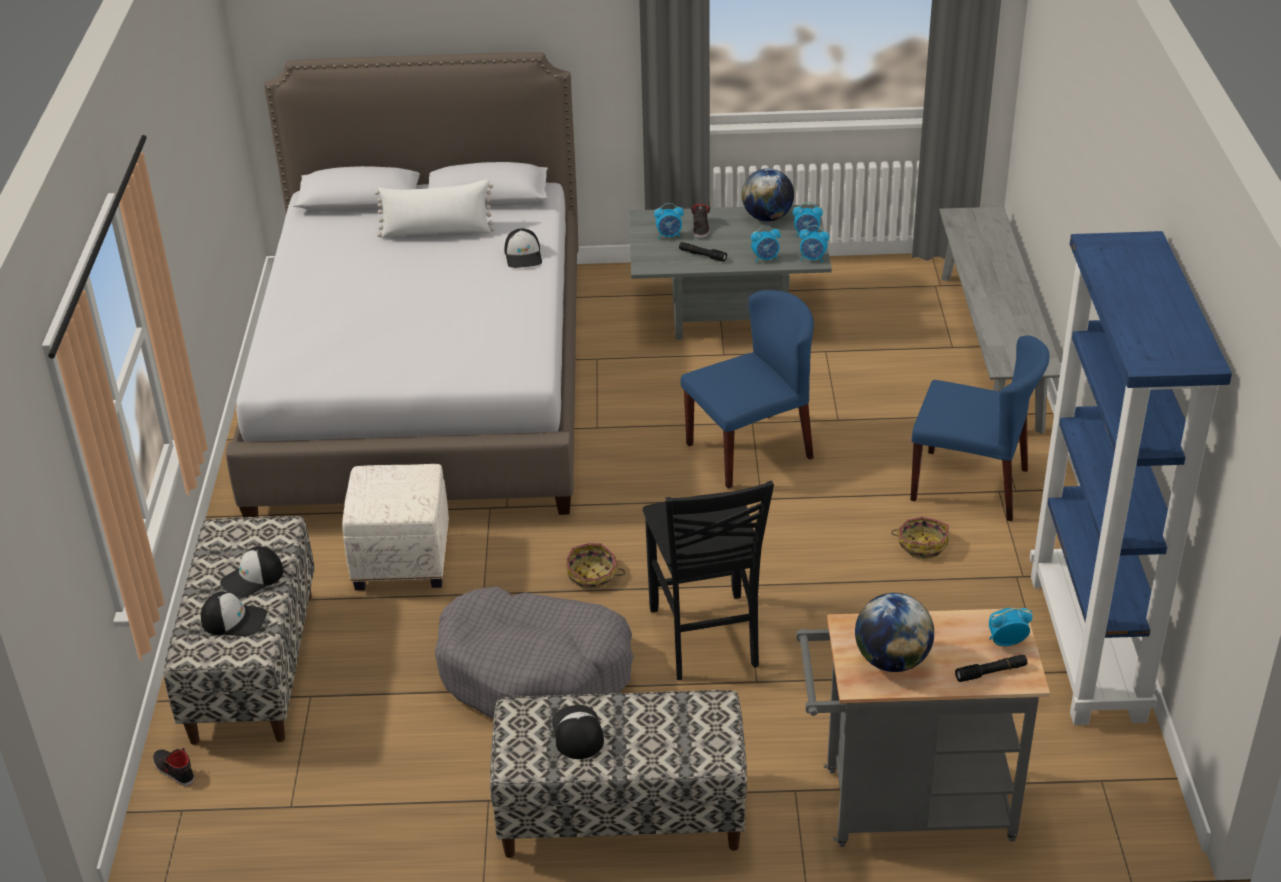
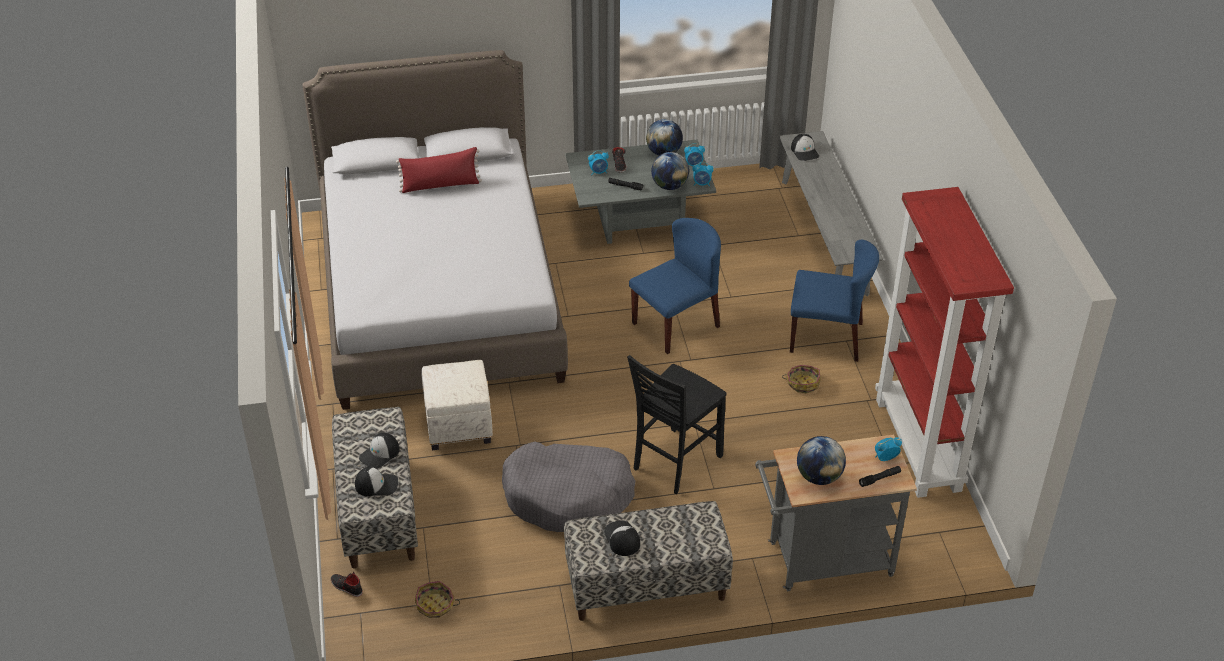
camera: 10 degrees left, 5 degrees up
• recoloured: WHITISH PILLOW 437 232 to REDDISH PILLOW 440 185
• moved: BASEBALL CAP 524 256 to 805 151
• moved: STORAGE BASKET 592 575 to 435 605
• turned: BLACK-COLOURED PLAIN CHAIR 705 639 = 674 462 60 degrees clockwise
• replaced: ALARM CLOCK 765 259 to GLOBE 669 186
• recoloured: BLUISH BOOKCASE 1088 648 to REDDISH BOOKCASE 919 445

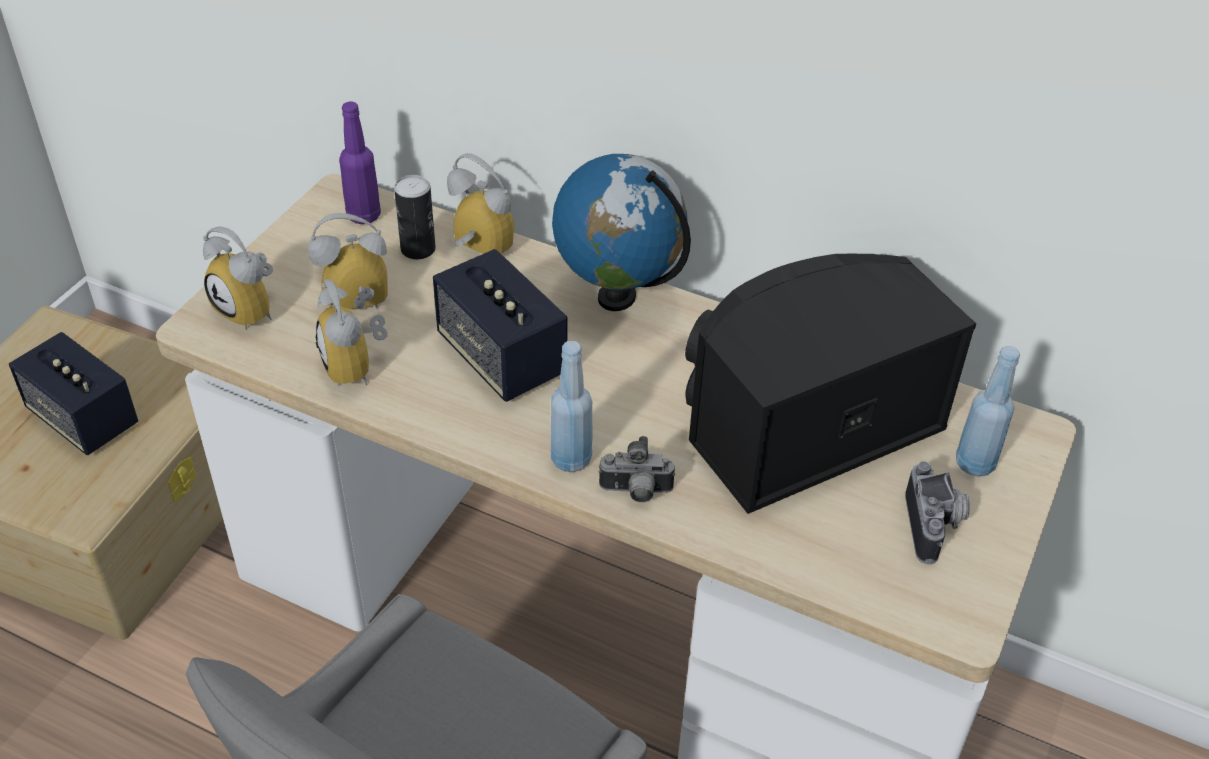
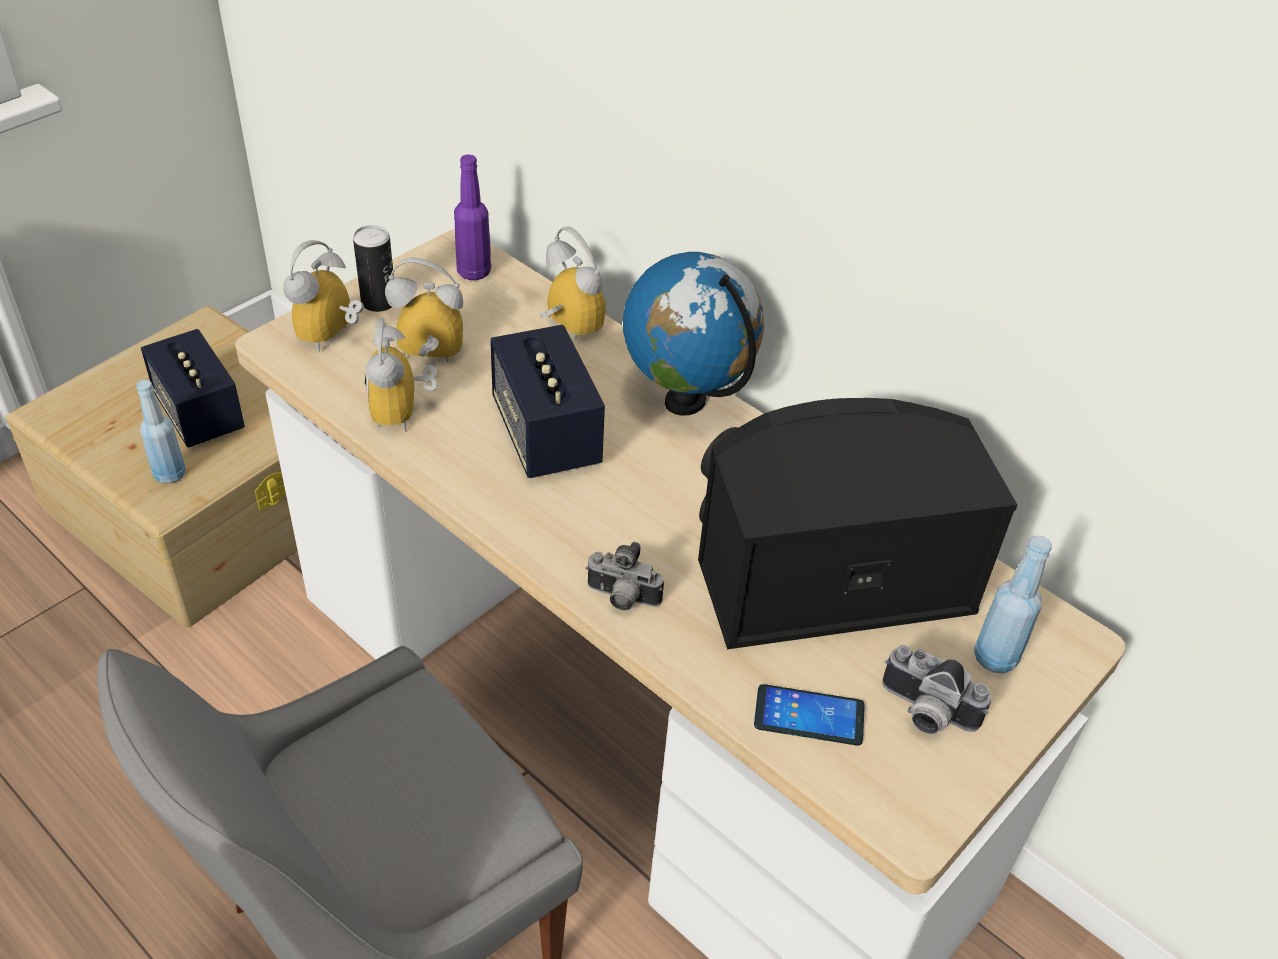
camera: 15 degrees right, 0 degrees up
• turned: ALARM CLOCK 252 309 = 332 337 60 degrees clockwise
• moved: SEALED CAN 418 249 to 378 302
• moved: BLUISH BOTTLE 571 459 to 170 474
• turned: PHOTO CAMERA 935 526 = 924 713 105 degrees clockwise
• added: PHONE 809 716

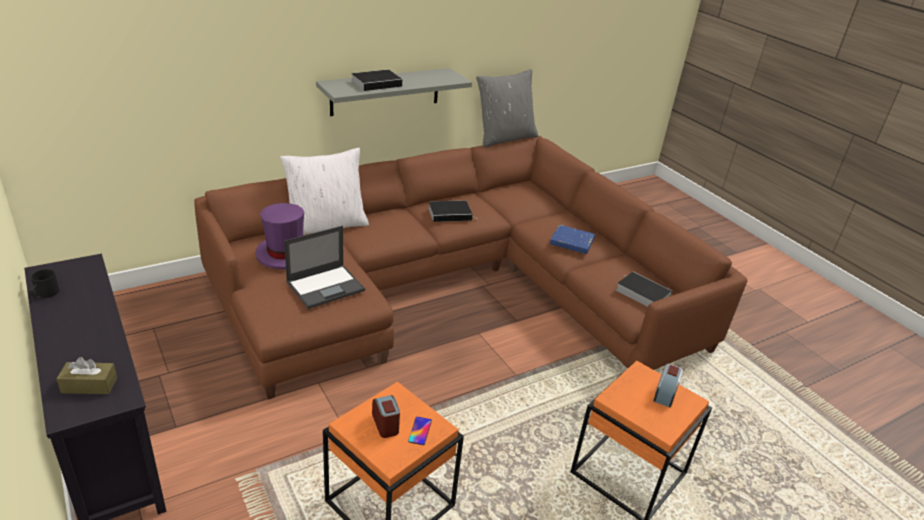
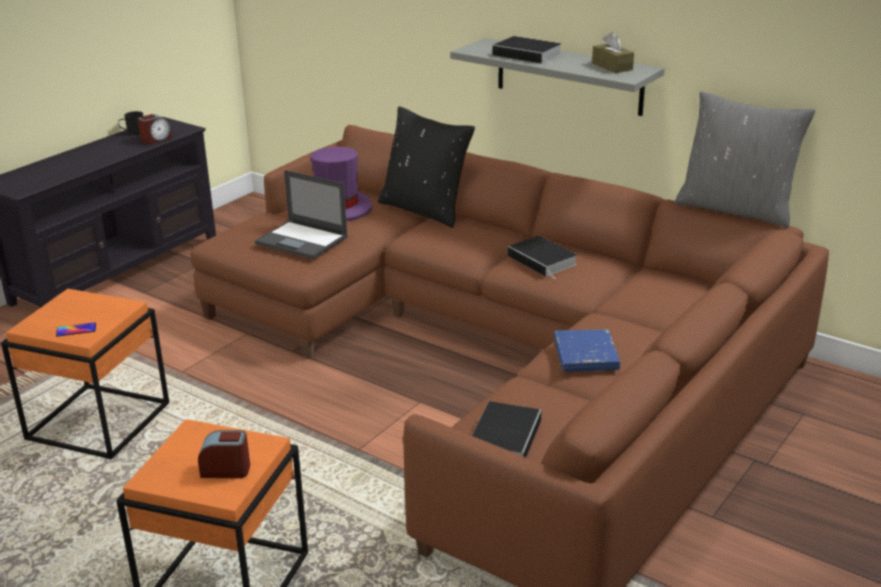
camera: 70 degrees right, 5 degrees down
• moved: BROWNISH TISSUE BOX 89 385 to 612 66
• recoloured: WHITISH PILLOW 326 225 to BLACK-COLOURED PILLOW 425 209
• moved: ALARM CLOCK 386 424 to 156 139

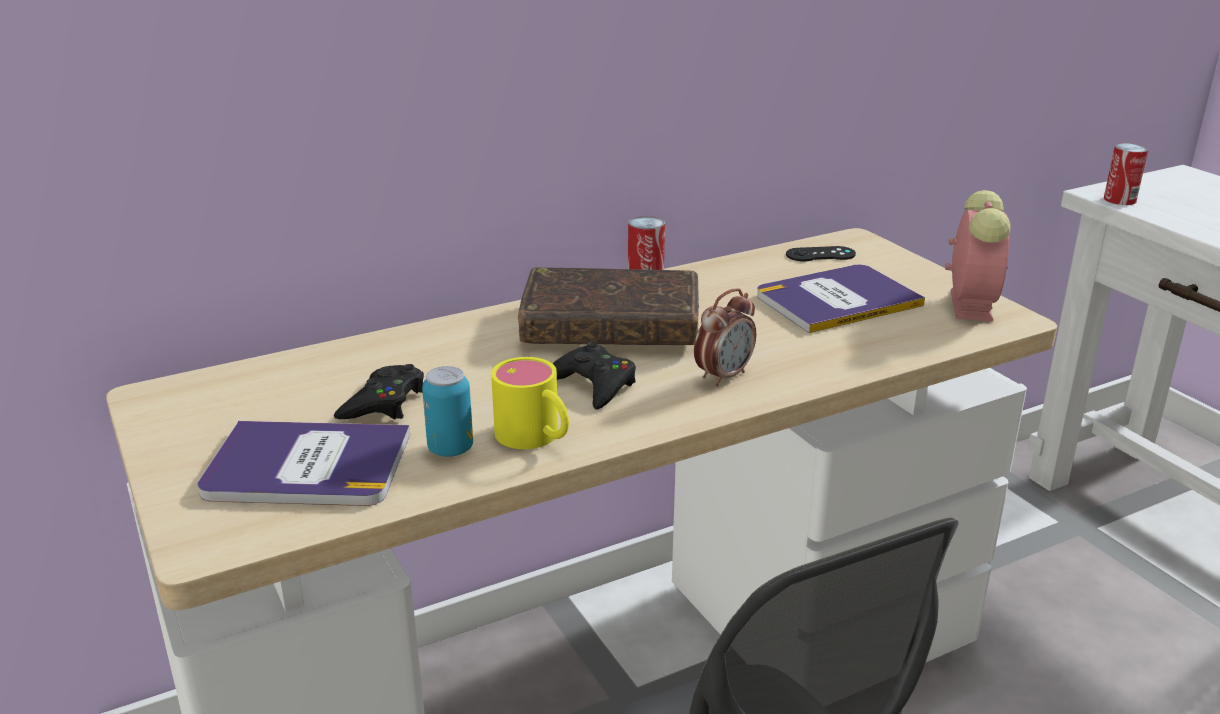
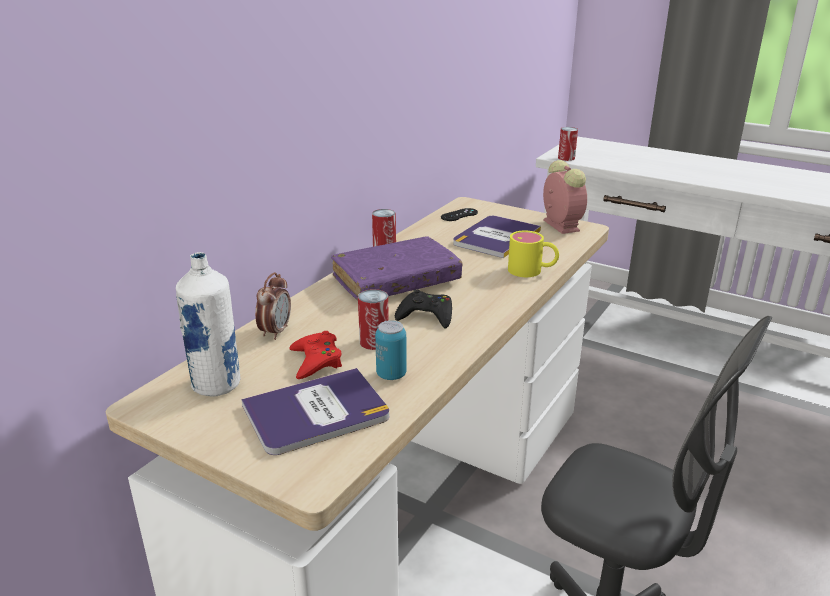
camera: 30 degrees left, 0 degrees up
• recoloured: BLACK-COLOURED JOYPAD 384 403 to REDDISH JOYPAD 316 361
• moved: YELLOWISH COFFEE MUG 536 438 to 532 271
• recoloured: BROWNISH VOLUME 611 327 to PURPLISH VOLUME 396 281
• moved: ALARM CLOCK 723 376 to 275 332
• added: WHITISH BOTTLE 217 385
• added: SEALED CAN 374 342

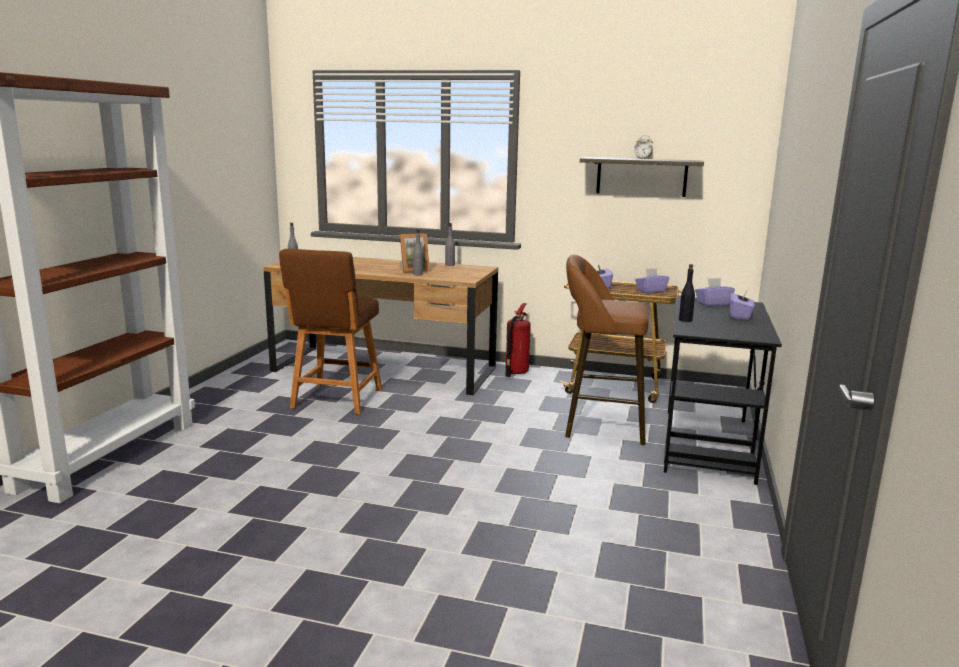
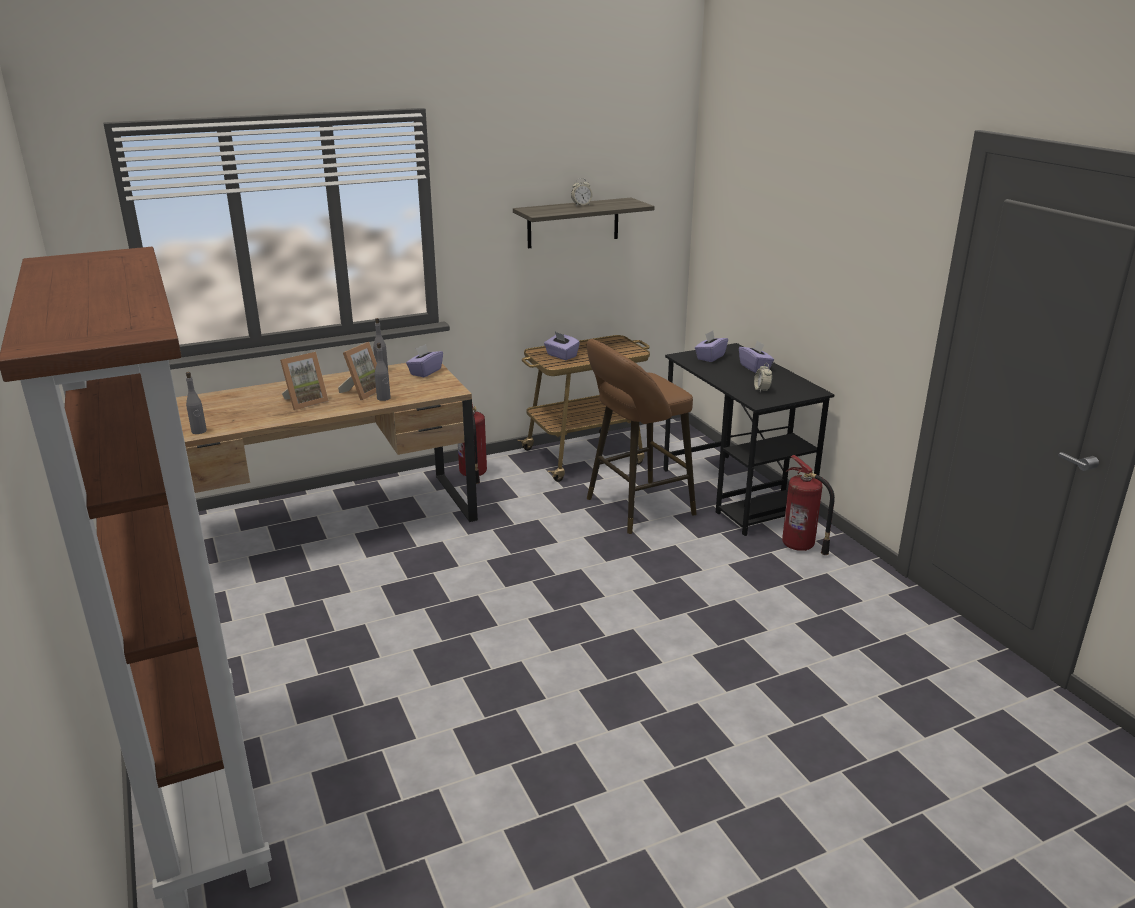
camera: 40 degrees left, 10 degrees up
• removed: BROWNISH STOOL SEAT 335 400
• moved: PURPLISH TISSUE BOX 650 291 to 425 372
• removed: BLACK-COLOURED BOTTLE 685 320
• added: PHOTO FRAME 305 402
• added: ALARM CLOCK 762 390
• added: FIRE-FIGHTING CYLINDER 800 546

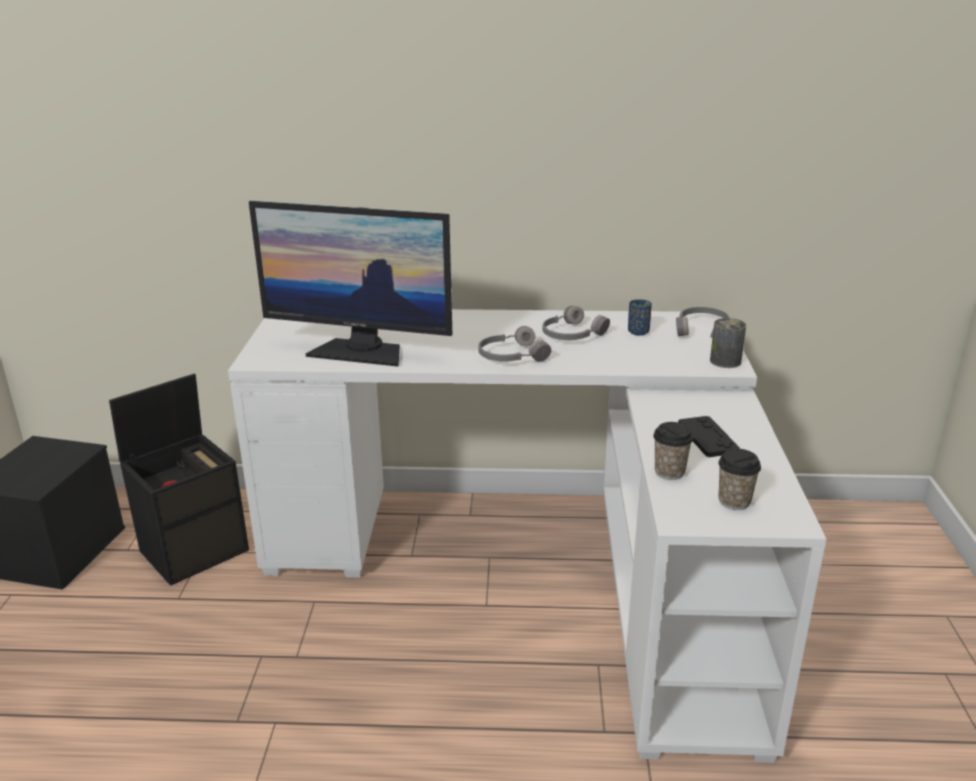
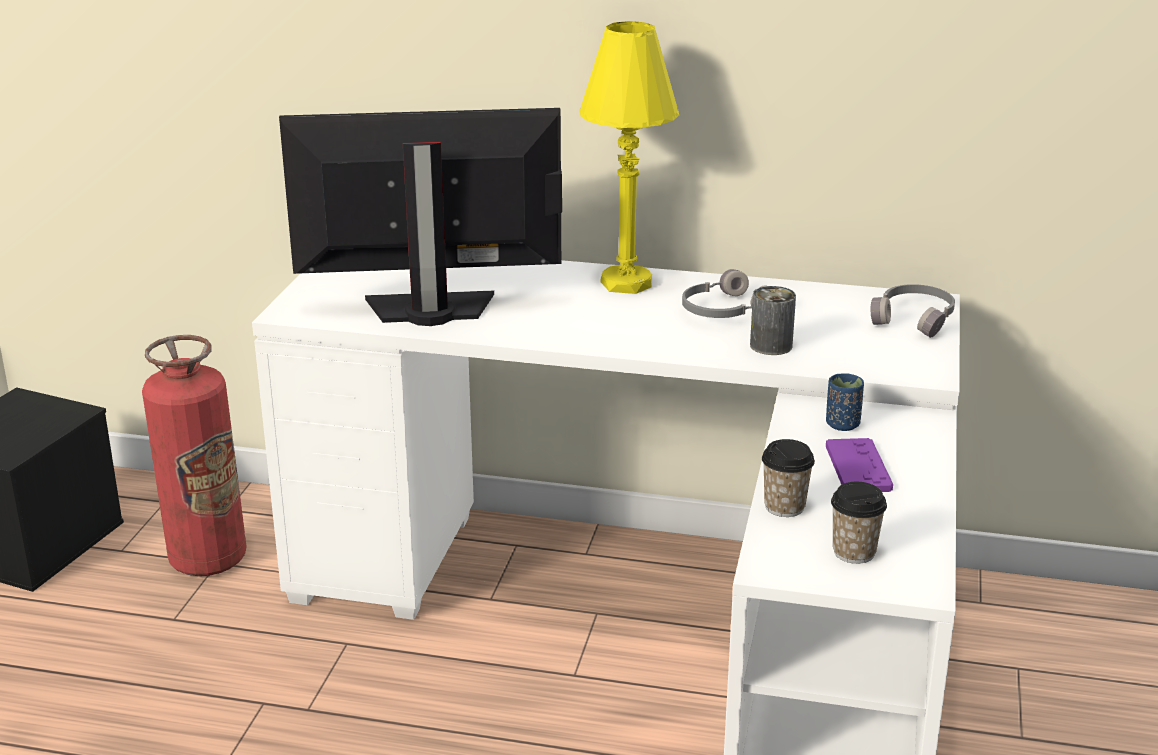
camera: 10 degrees right, 0 degrees up
• replaced: BLACK-COLOURED STORAGE CONTAINER 195 549 to FIRE-FIGHTING CYLINDER 208 559
• turned: MONITOR 361 351 = 430 310 150 degrees clockwise
• removed: GRAY PAIR OF HEADPHONES 511 356
• moved: BLUISH CUP 638 332 to 842 425
• recoloured: BLACK-COLOURED JOYPAD 707 438 to PURPLISH JOYPAD 858 467
• moved: SEALED CAN 725 361 to 771 346
• added: YELLOWISH TABLE LAMP 626 283

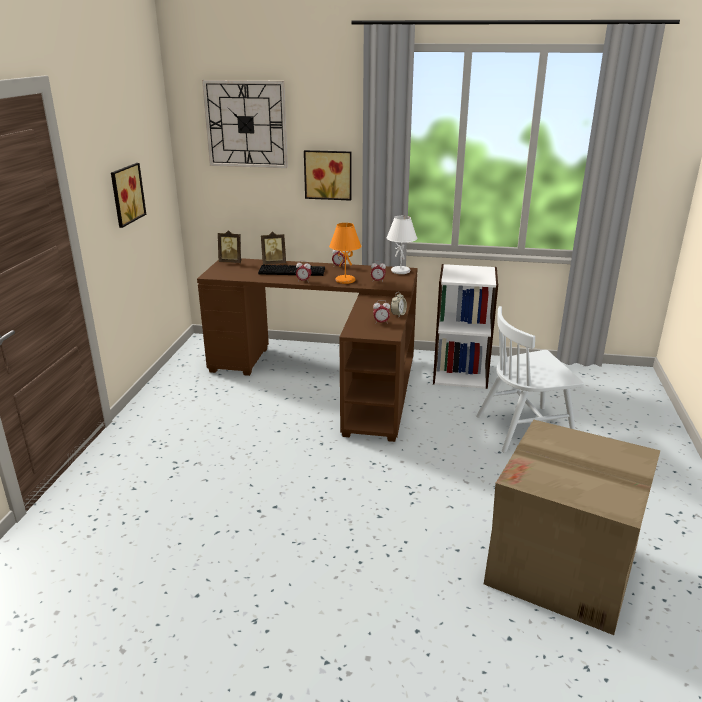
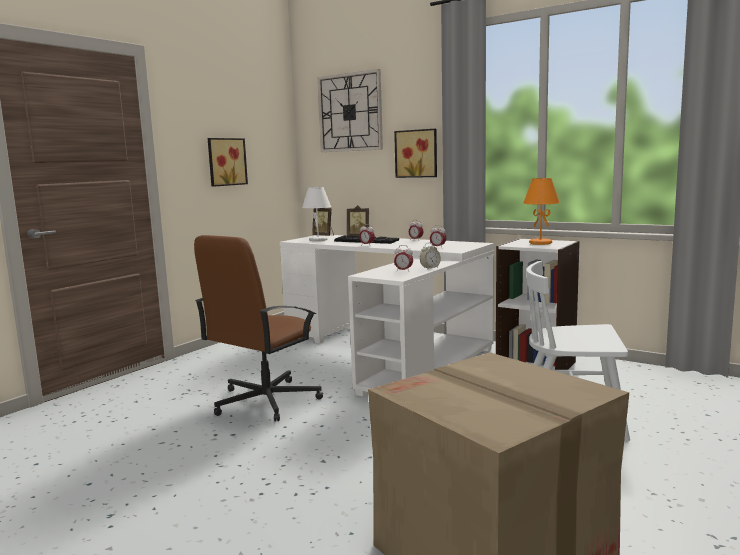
camera: 25 degrees right, 15 degrees down
• recoloured: BROWNISH DESK 328 377 to WHITISH DESK 390 352
• moved: ORANGE-COLOURED TABLE LAMP 345 281 to 540 243
• moved: WHITISH TABLE LAMP 401 271 to 318 240
• added: BROWNISH COMPUTER CHAIR 265 401

